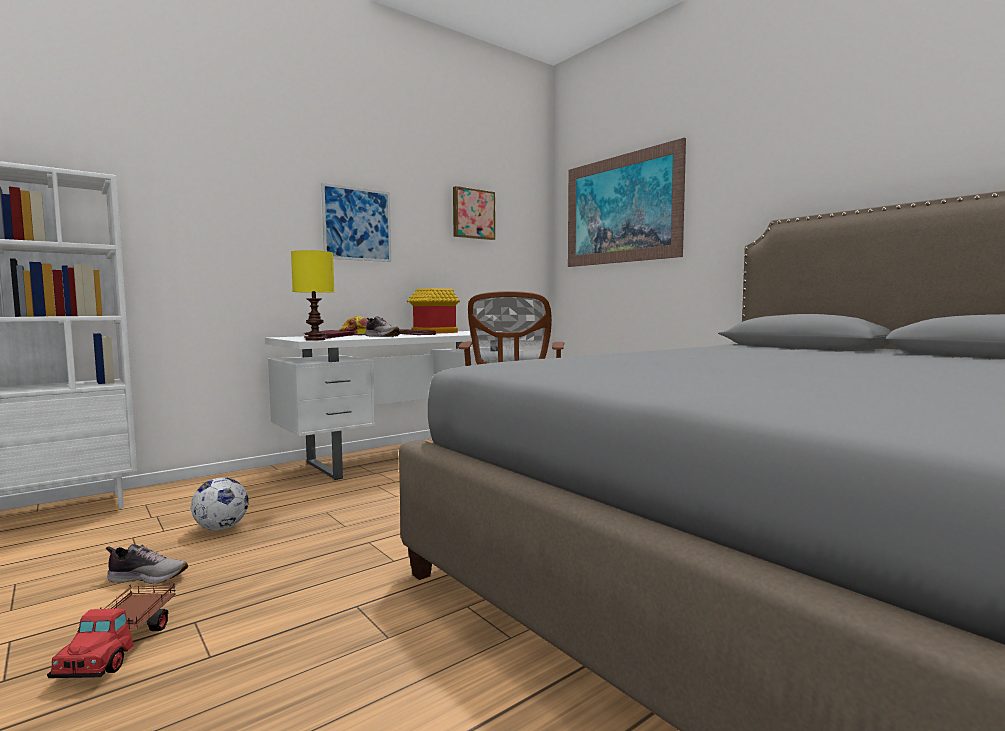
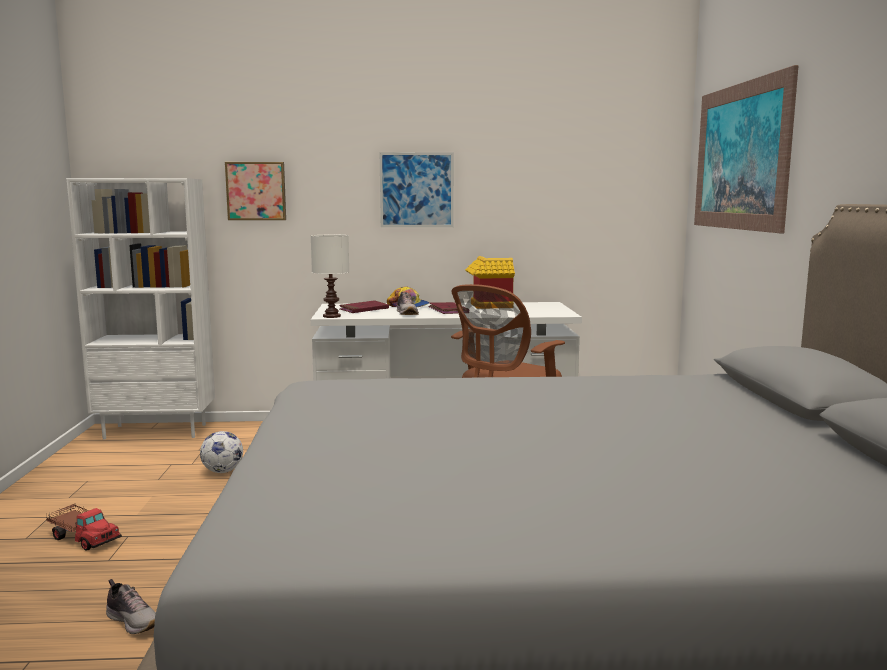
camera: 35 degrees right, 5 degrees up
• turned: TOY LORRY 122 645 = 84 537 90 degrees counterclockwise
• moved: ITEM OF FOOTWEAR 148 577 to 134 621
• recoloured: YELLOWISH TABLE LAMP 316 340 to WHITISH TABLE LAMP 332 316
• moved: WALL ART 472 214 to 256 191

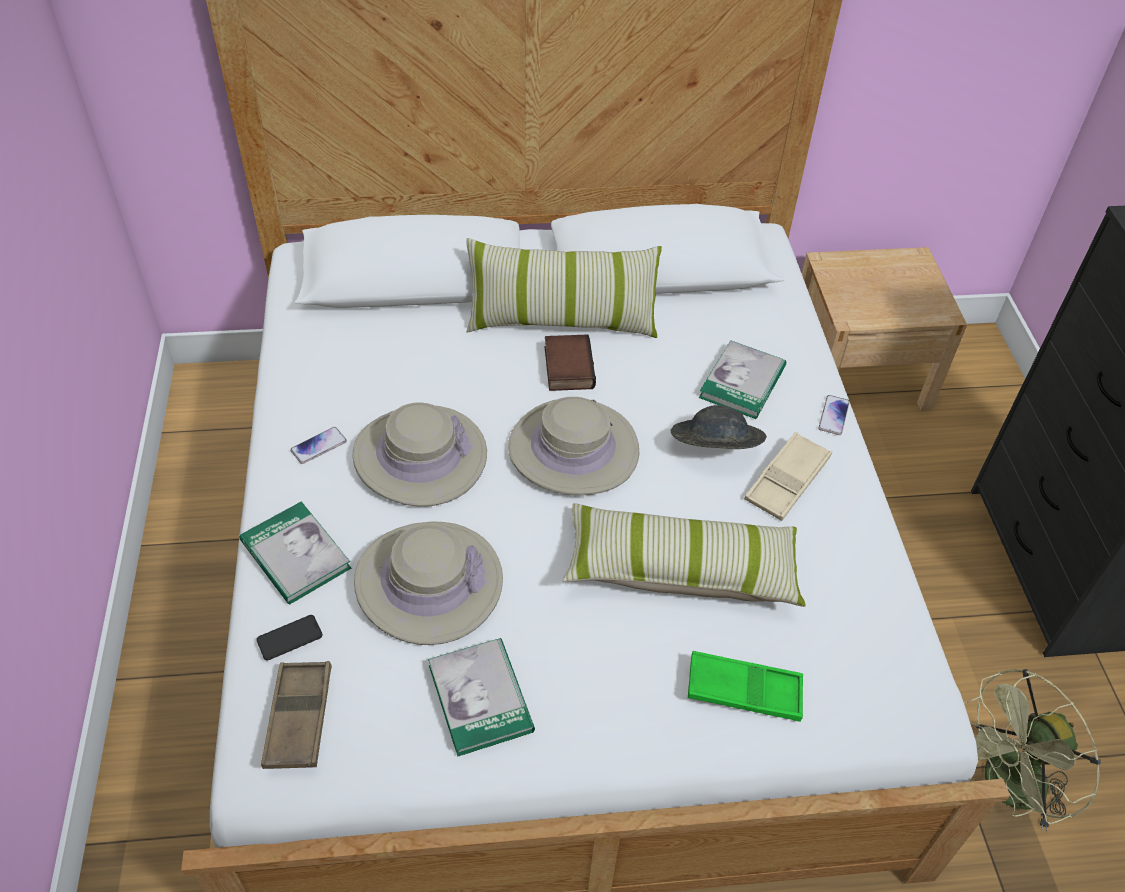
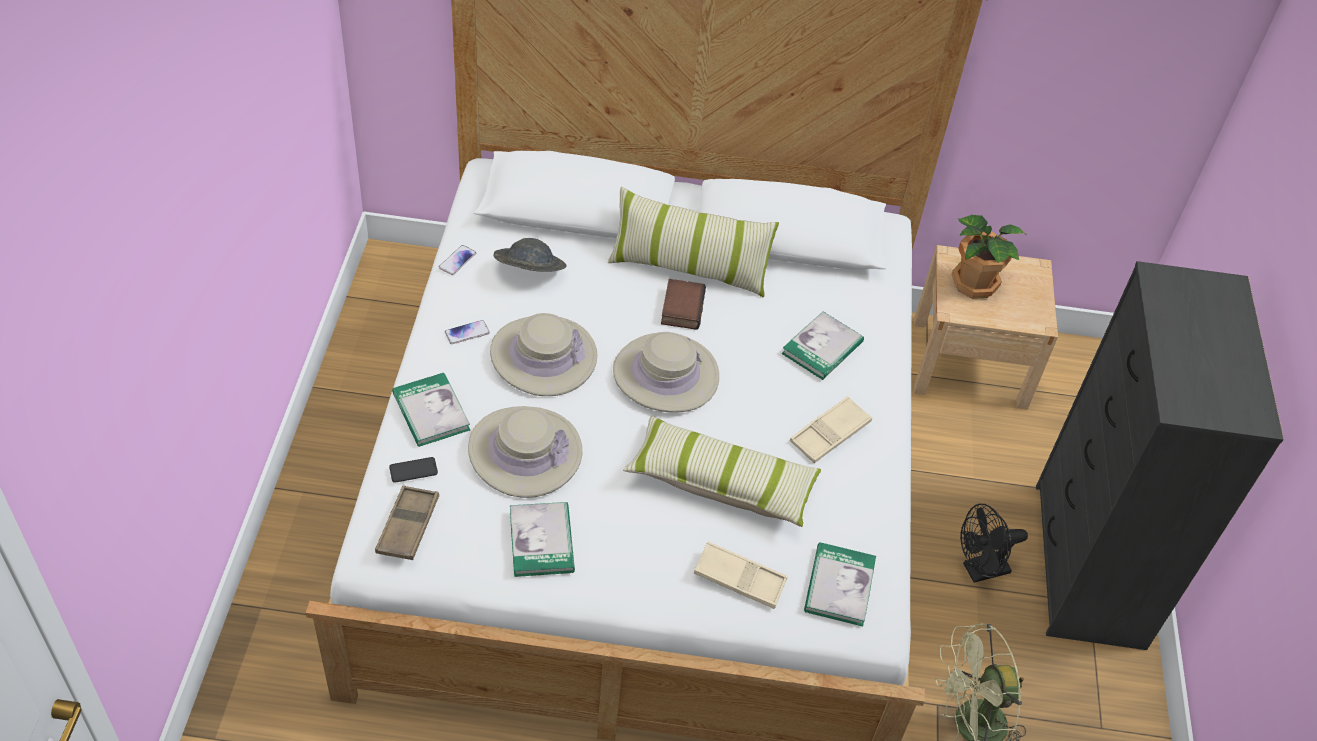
camera: 10 degrees right, 0 degrees up
• moved: GRAY HAT 714 449 to 529 272
• recoloured: GREEN CARRYING TRAY 744 691 to BEIGE CARRYING TRAY 739 579
• moved: PHONE 833 415 to 457 260
• added: VOLUME 839 586
• added: POTTED PLANT 974 282
• added: BLACK-COLOURED COOLING FAN 979 571

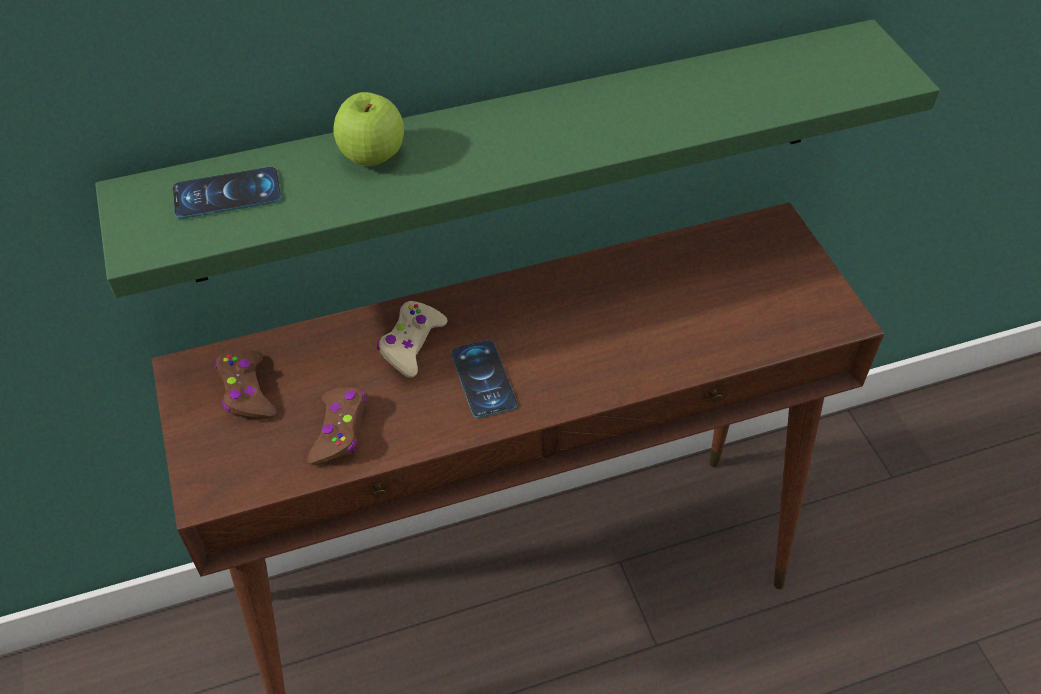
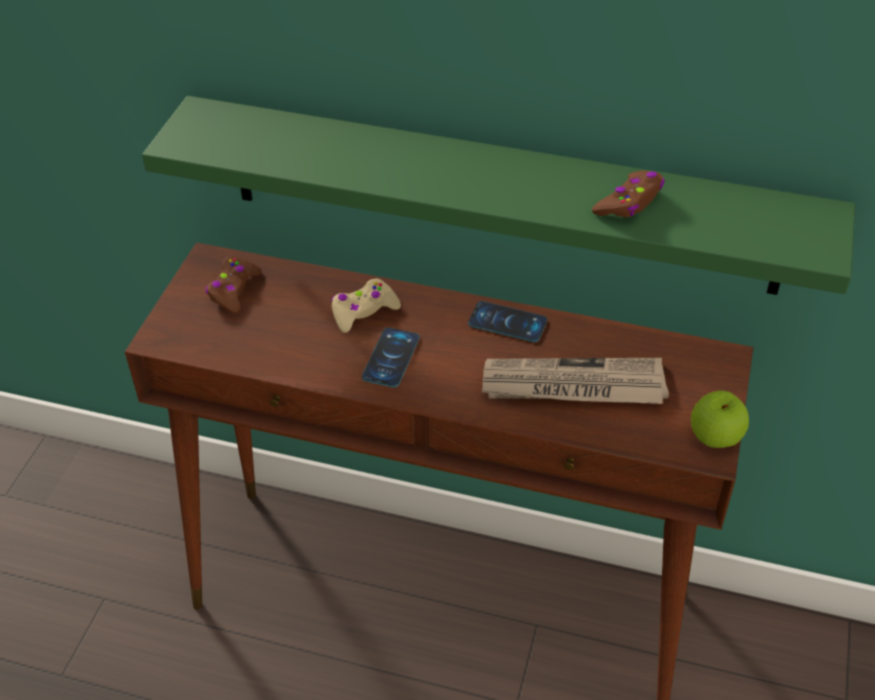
camera: 35 degrees right, 5 degrees down
• moved: PHONE 227 194 to 507 322
• moved: BROWNISH JOYPAD 339 431 to 629 202
• moved: WHOLE APPLE 372 156 to 715 438
• added: NEWSPAPER 572 386

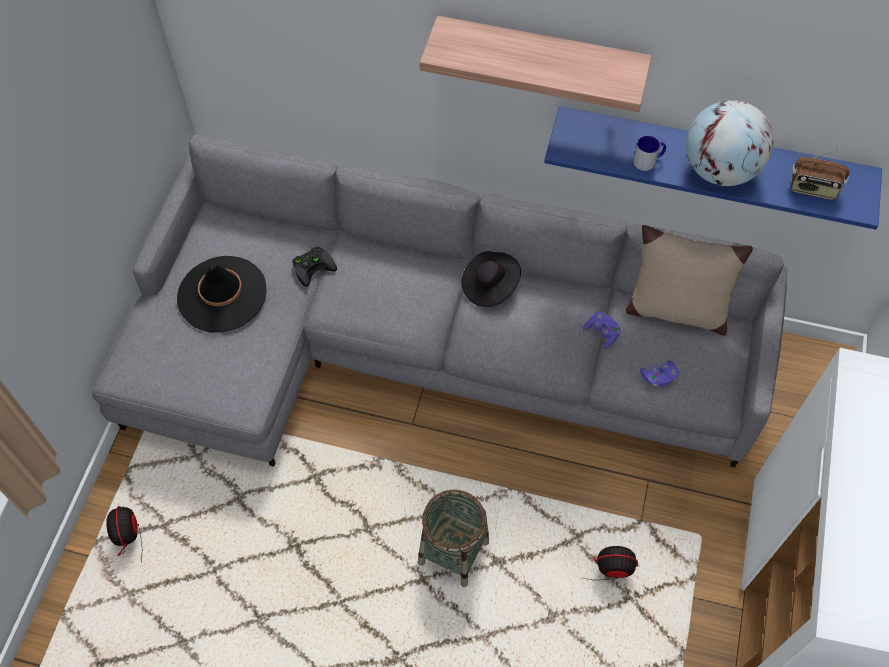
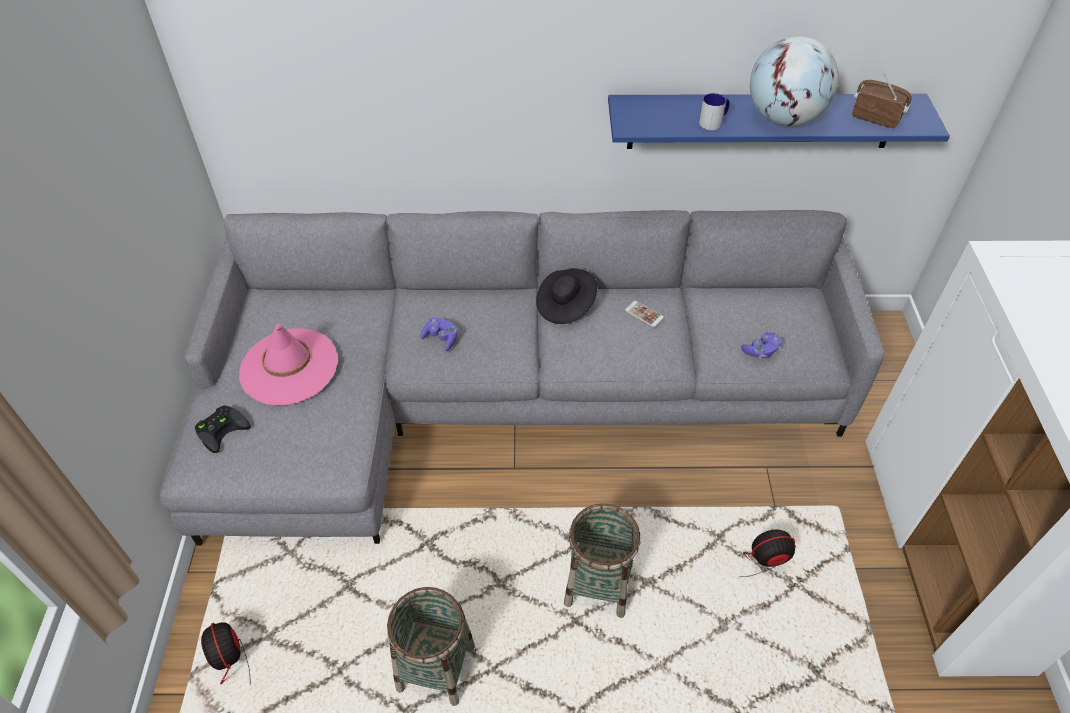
camera: 15 degrees left, 10 degrees down
• recoloured: BLACK-COLOURED HAT 222 294 to PINK HAT 289 367
• moved: BLACK-COLOURED JOYPAD 313 266 to 222 428
• removed: BRACKET SHELF 540 59
• moved: PURPLISH JOYPAD 602 333 to 441 338
• removed: BEIGE PILLOW 675 310
• turned: RADIO 813 188 = 875 118 150 degrees counterclockwise
• added: STORAGE BASKET 435 668
• added: PHONE 644 314

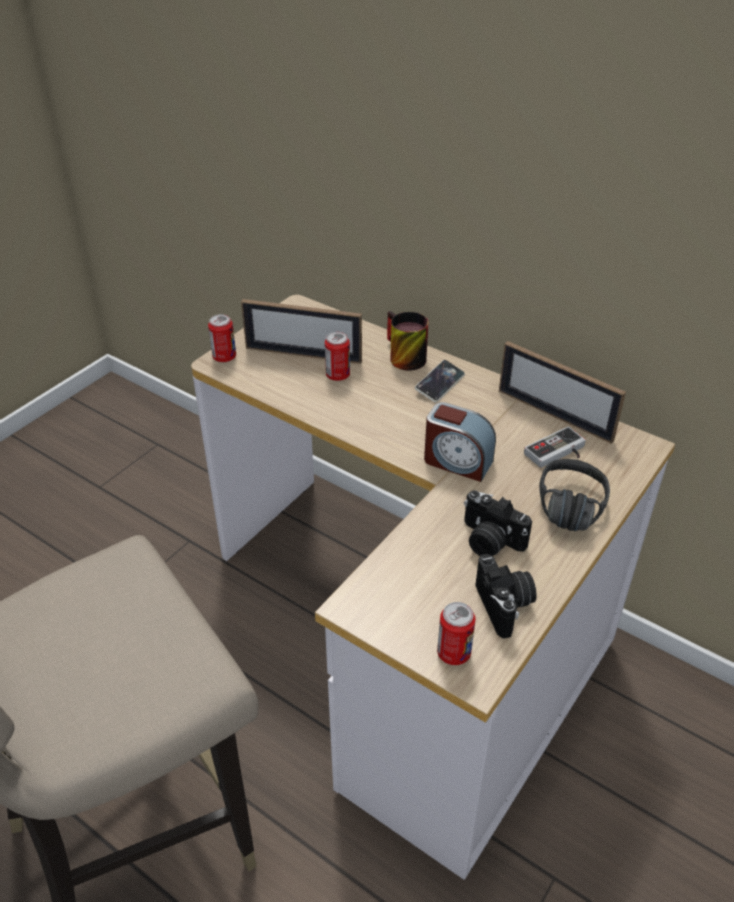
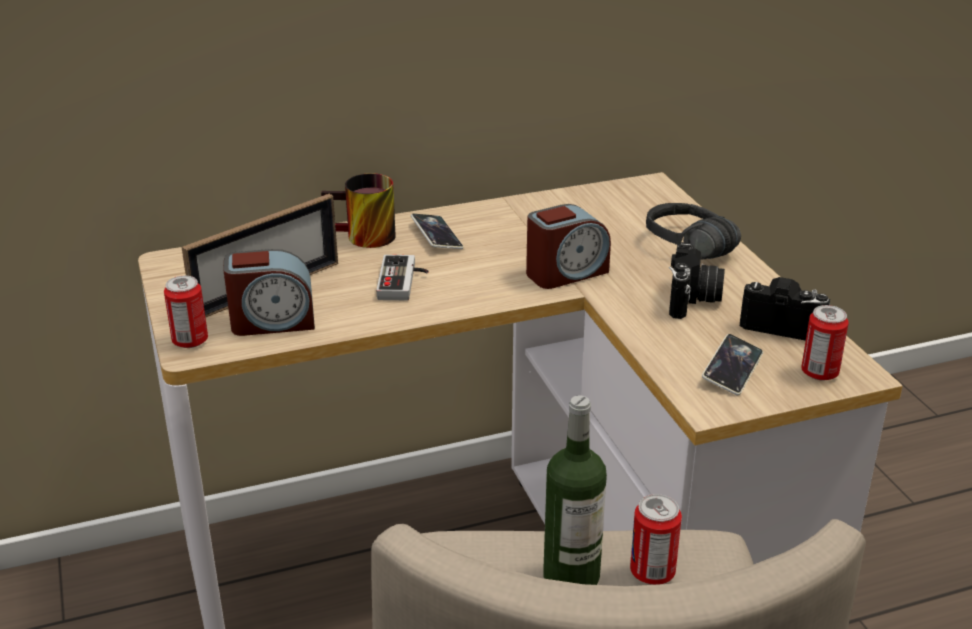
camera: 55 degrees left, 10 degrees down
• moved: SEALED CAN 338 375 to 652 572
• turned: PHOTO CAMERA 489 541 = 693 300 60 degrees counterclockwise
• removed: PHOTO FRAME 554 415
• moved: JOYPAD 558 453 to 404 282
• added: ALARM CLOCK 272 322
• added: BOTTLE 571 576
• added: PHONE 732 369

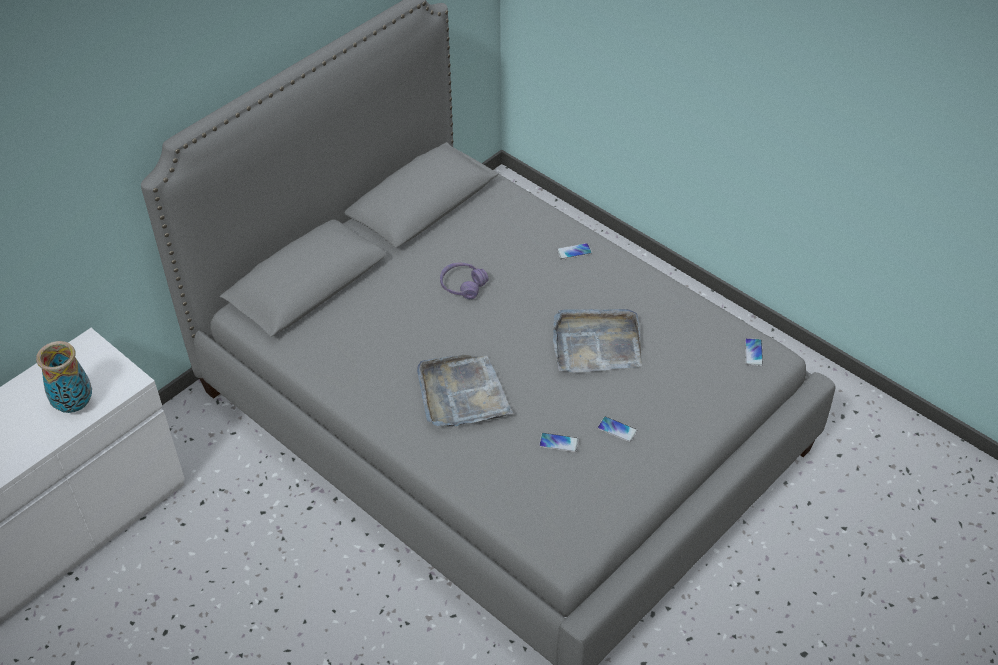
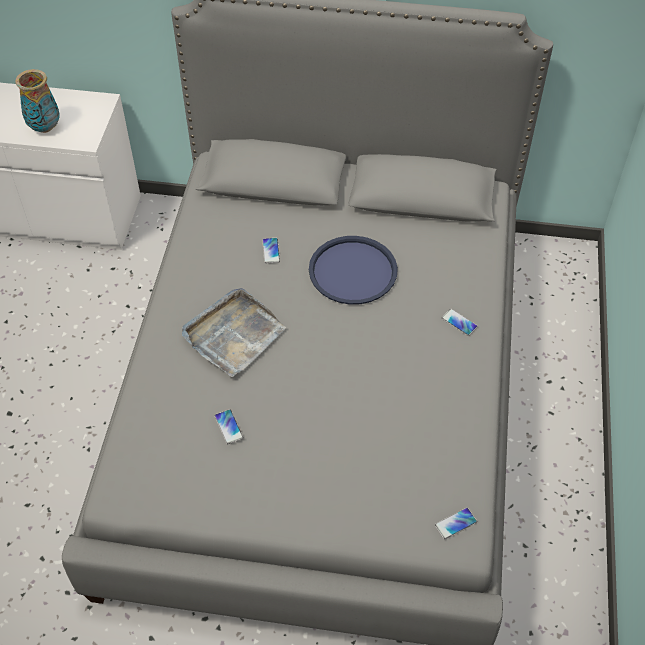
camera: 55 degrees right, 5 degrees up
• replaced: PURPLISH PAIR OF HEADPHONES 463 285 to BLUISH CARRYING TRAY 352 271
• removed: GRAY CARRYING TRAY 596 343
• moved: PHONE 617 430 to 271 251

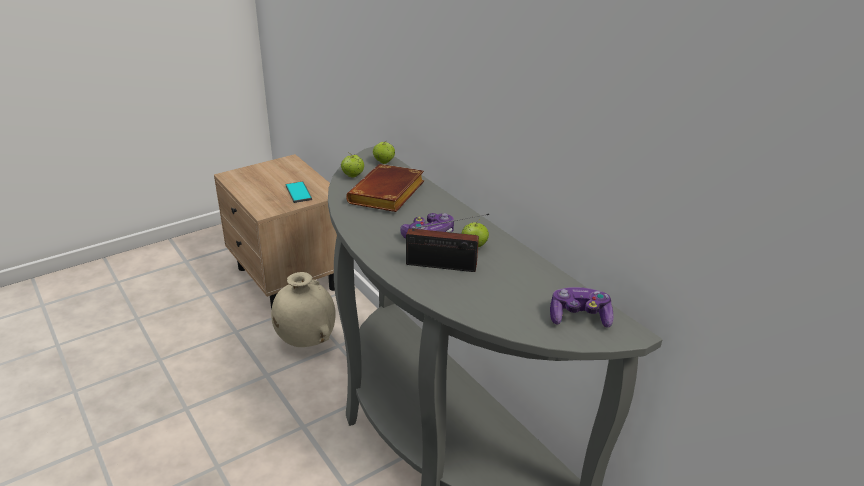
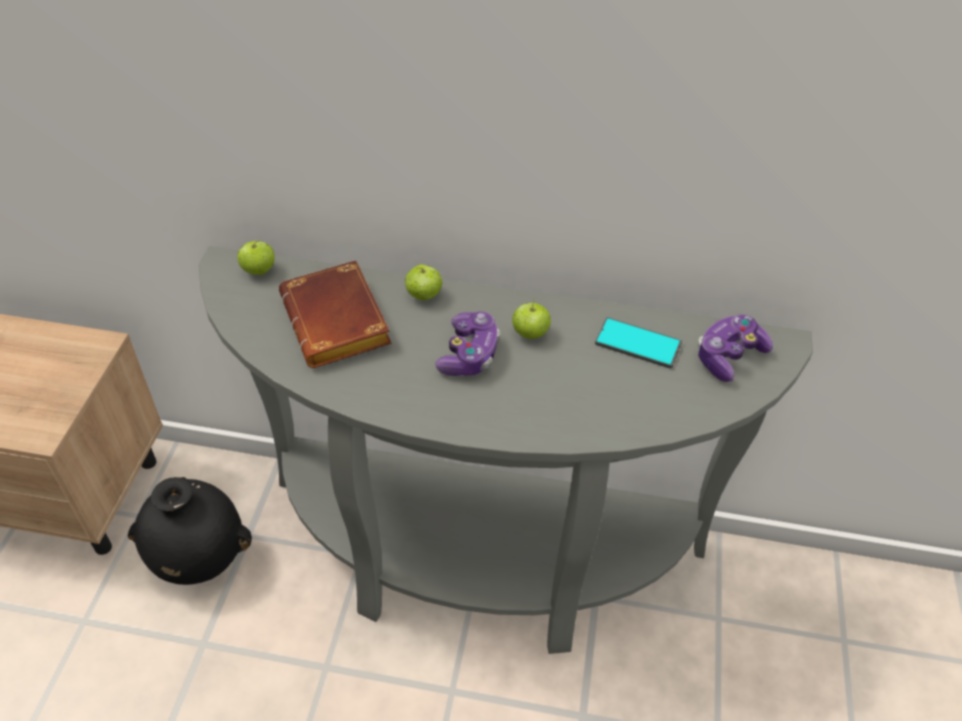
camera: 45 degrees left, 15 degrees up
• recoloured: BEIGE VASE 305 341 to BLACK-COLOURED VASE 199 560
• moved: PHONE 298 192 to 638 343
• moved: WHOLE APPLE 353 176 to 424 296
• removed: RADIO 445 266

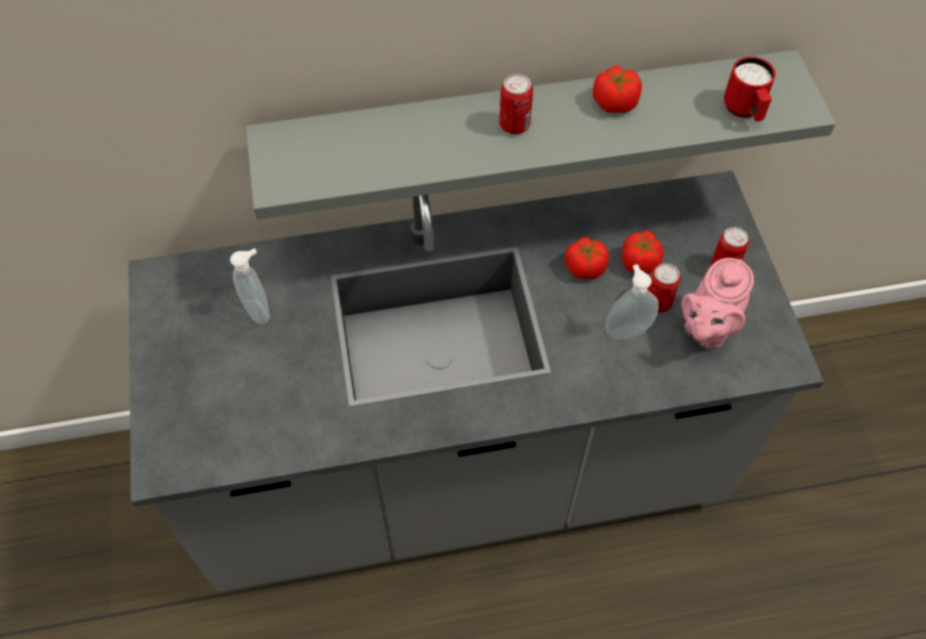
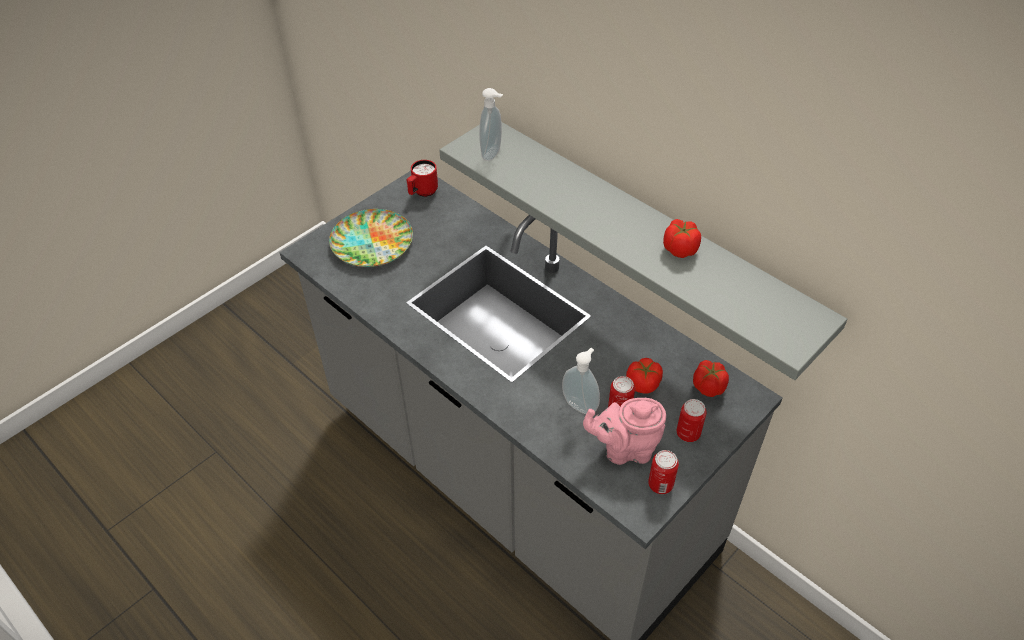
camera: 55 degrees right, 10 degrees down
• moved: SOAP BOTTLE 259 310 to 493 154
• moved: SEALED CAN 514 125 to 660 484
• moved: WHOLE TOMATO 584 268 to 708 386
• moved: REDDISH COFFEE MUG 745 111 to 422 192
• added: DINNER PLATE 371 243

